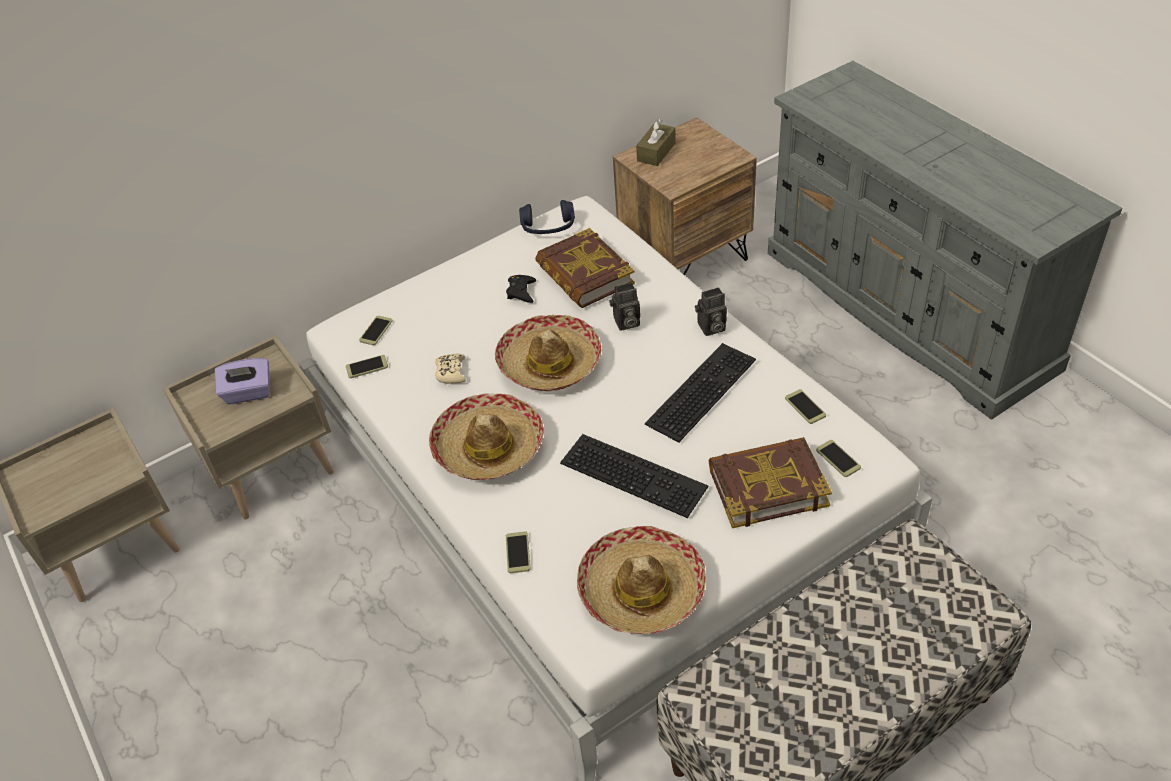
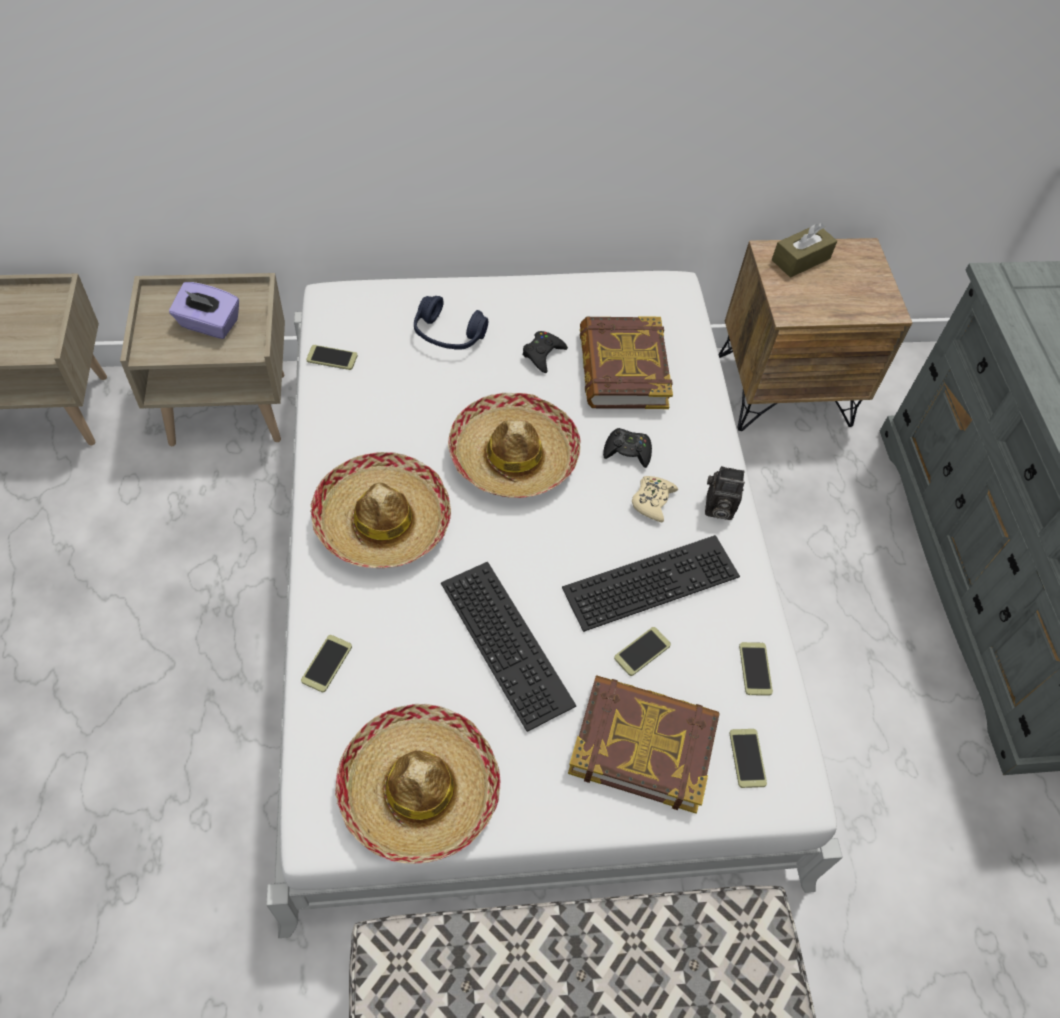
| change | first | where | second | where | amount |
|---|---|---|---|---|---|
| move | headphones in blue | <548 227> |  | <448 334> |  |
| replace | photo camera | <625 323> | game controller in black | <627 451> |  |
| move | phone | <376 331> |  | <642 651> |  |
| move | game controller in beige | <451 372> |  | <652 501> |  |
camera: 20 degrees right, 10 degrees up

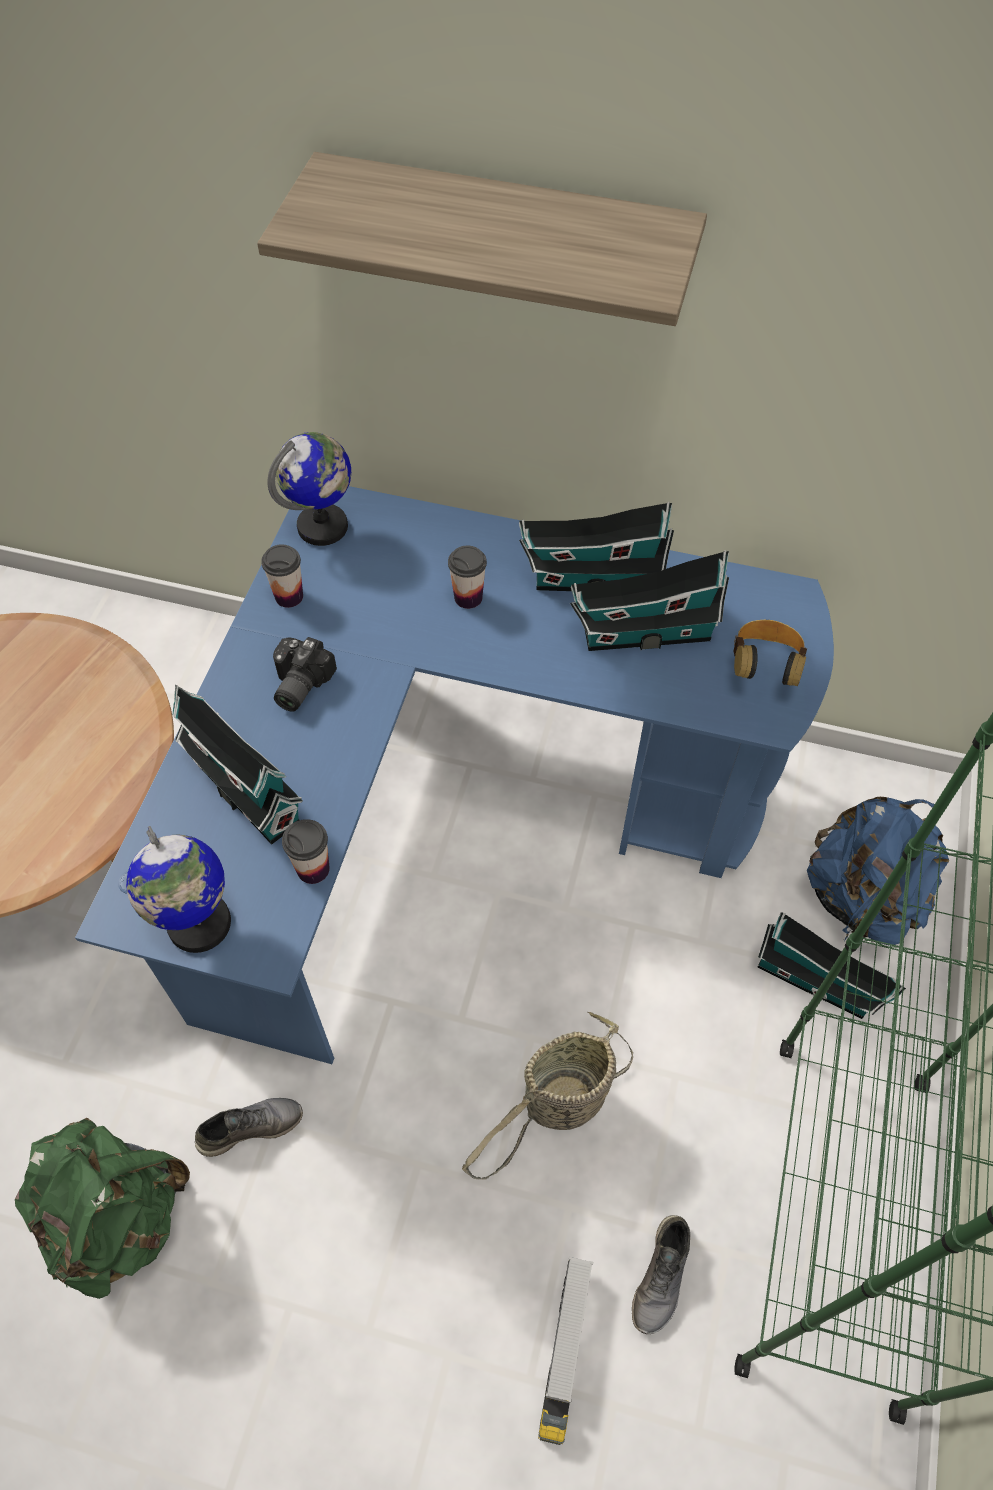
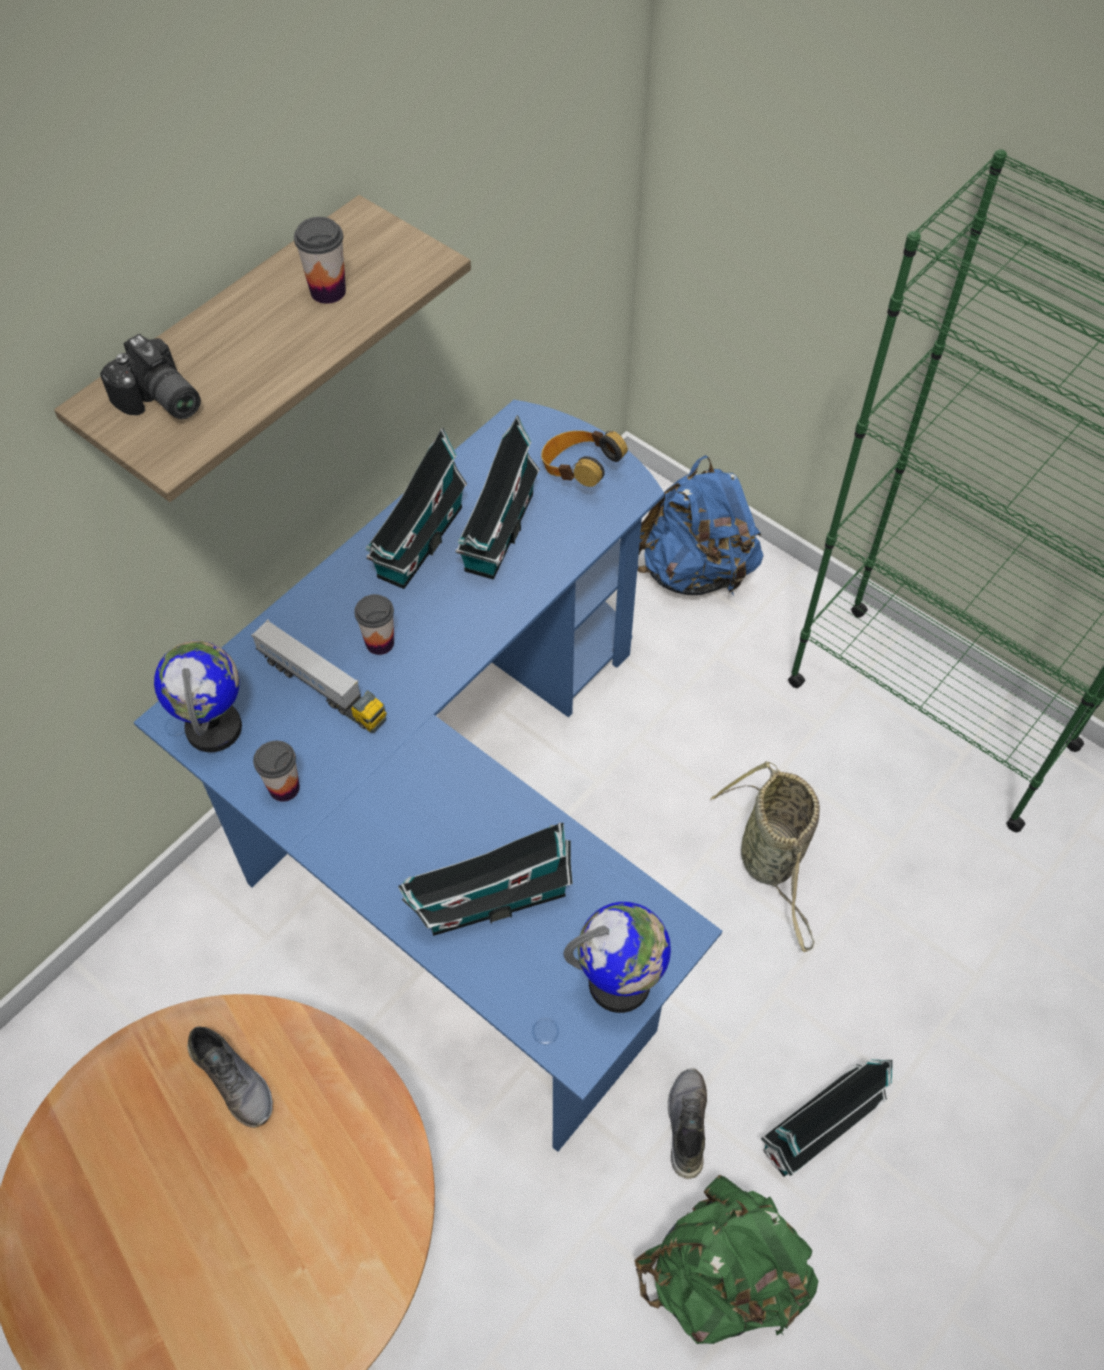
| change | first | where | second | where | amount |
|---|---|---|---|---|---|
| move | photo camera | <297 684> |  | <159 402> |  |
| move | shoe in grey | <662 1276> |  | <234 1079> |  |
| move | toy truck | <564 1351> |  | <322 687> |  |
| move | cup | <313 869> |  | <328 291> |  |
| move | toy house | <818 983> |  | <821 1125> |  |
camera: 65 degrees left, 0 degrees up

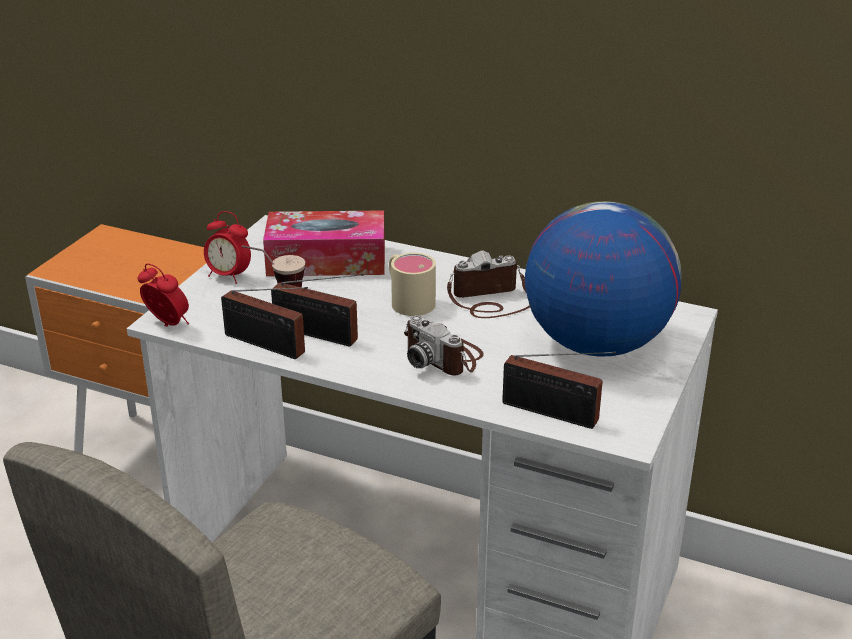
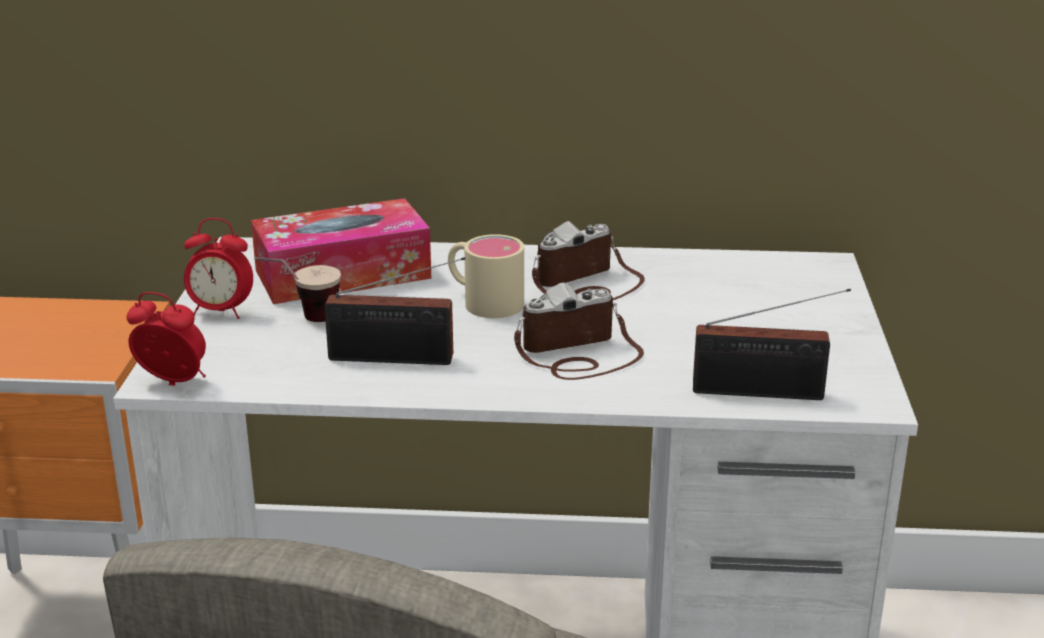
| change | first | where | second | where | amount |
|---|---|---|---|---|---|
| rotate | photo camera | <443 356> |  | <578 355> | 135 degrees clockwise |
| delete | radio | <268 346> |  |  |  |
| delete | globe | <595 343> |  |  |  |
camera: 20 degrees left, 5 degrees down

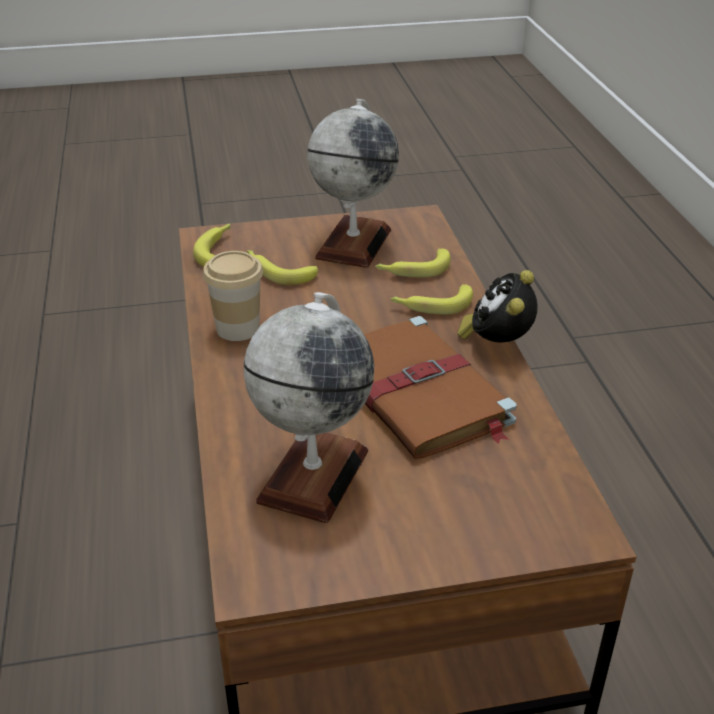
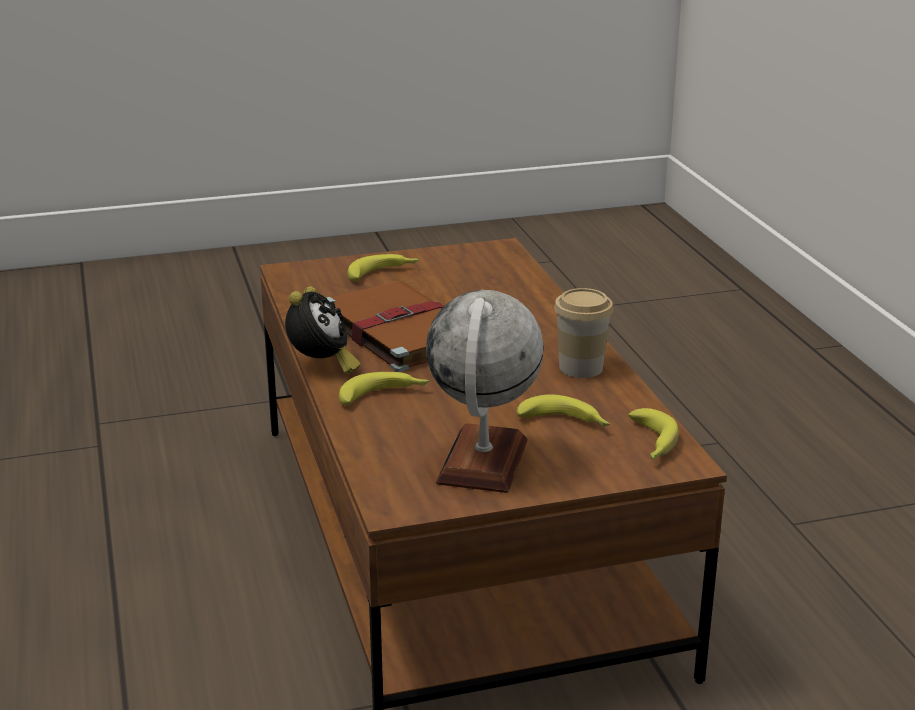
| change | first | where | second | where | amount |
|---|---|---|---|---|---|
| move | banana | <413 270> |  | <383 274> |  |
| delete | globe | <313 475> |  |  |  |
camera: 175 degrees right, 10 degrees down

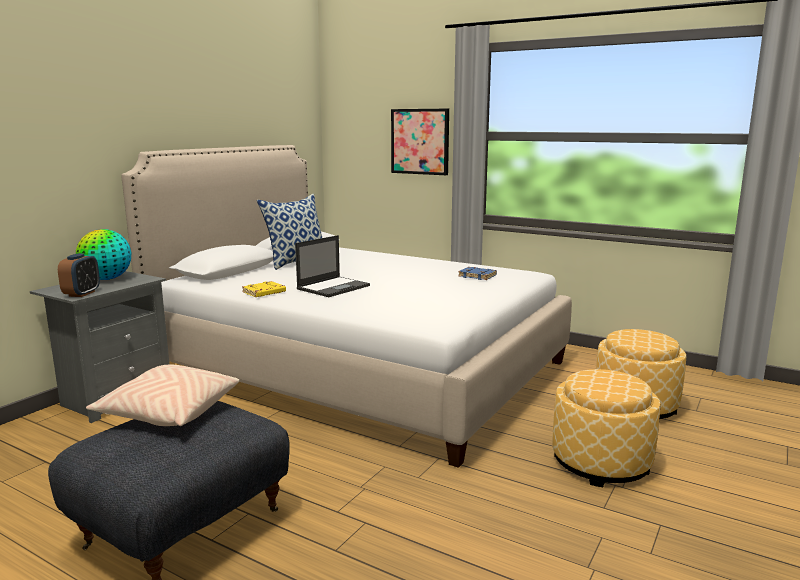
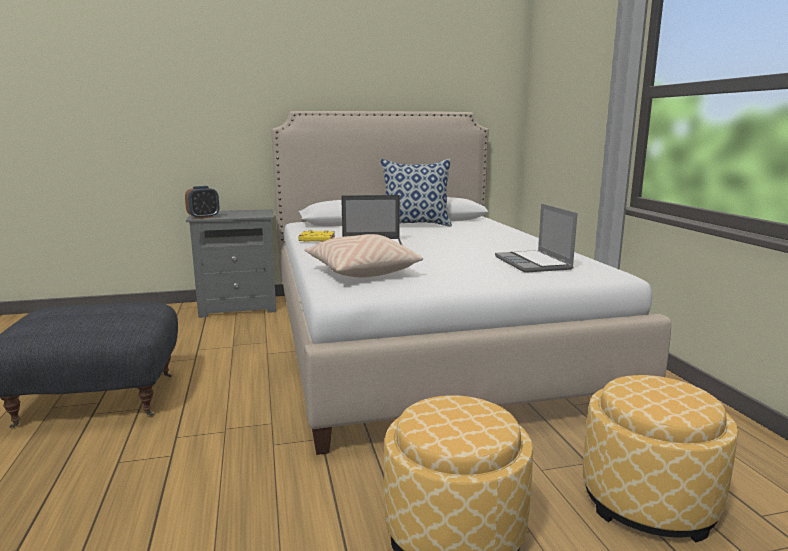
| change | first | where | second | where | amount |
|---|---|---|---|---|---|
| move | pillow in beige | <168 413> |  | <361 271> |  |
| replace | book in blue | <478 276> | laptop | <534 263> |  |
| delete | globe | <107 279> |  |  |  |
| delete | picture | <420 141> |  |  |  |
camera: 45 degrees right, 0 degrees up

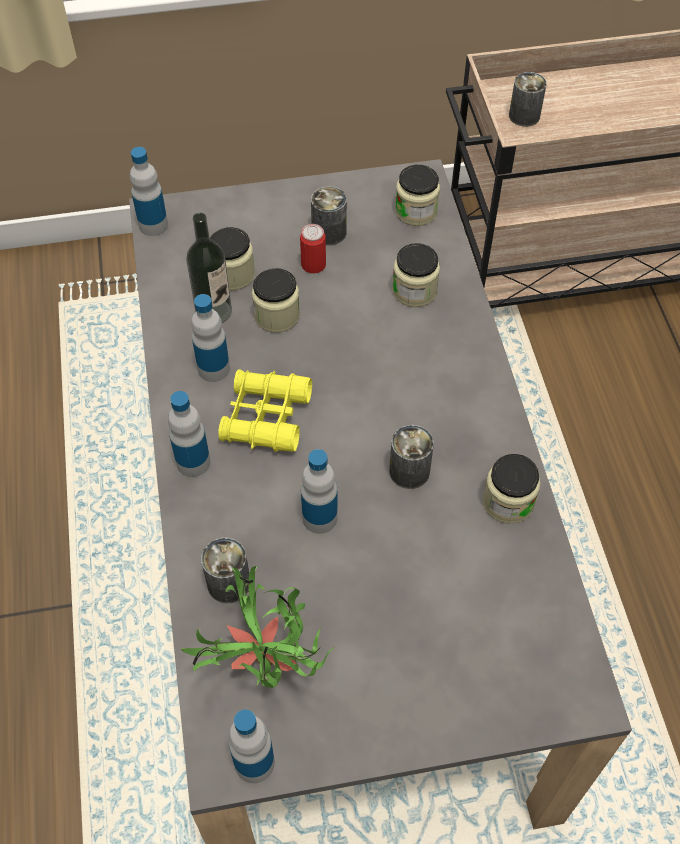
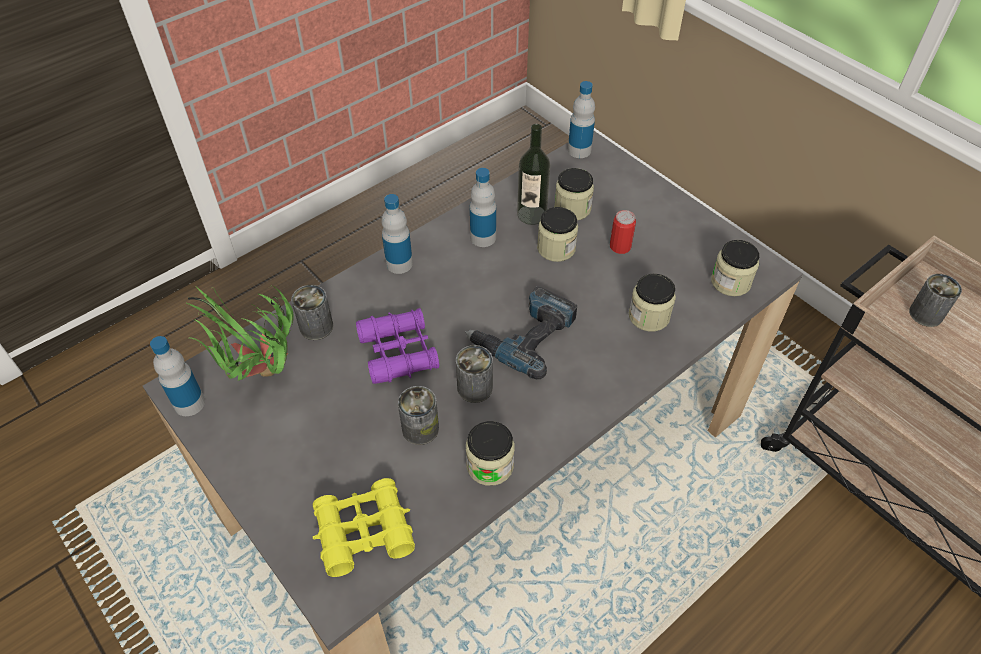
| change | first | where | second | where | amount |
|---|---|---|---|---|---|
| move | binoculars in yellow | <266 417> |  | <363 532> |  |
| replace | bottle | <319 518> | binoculars in purple | <398 352> |  |
| move | can | <329 232> |  | <420 428> |  |
| insert |  |  | power drill | <524 335> |  |
camera: 60 degrees right, 5 degrees down

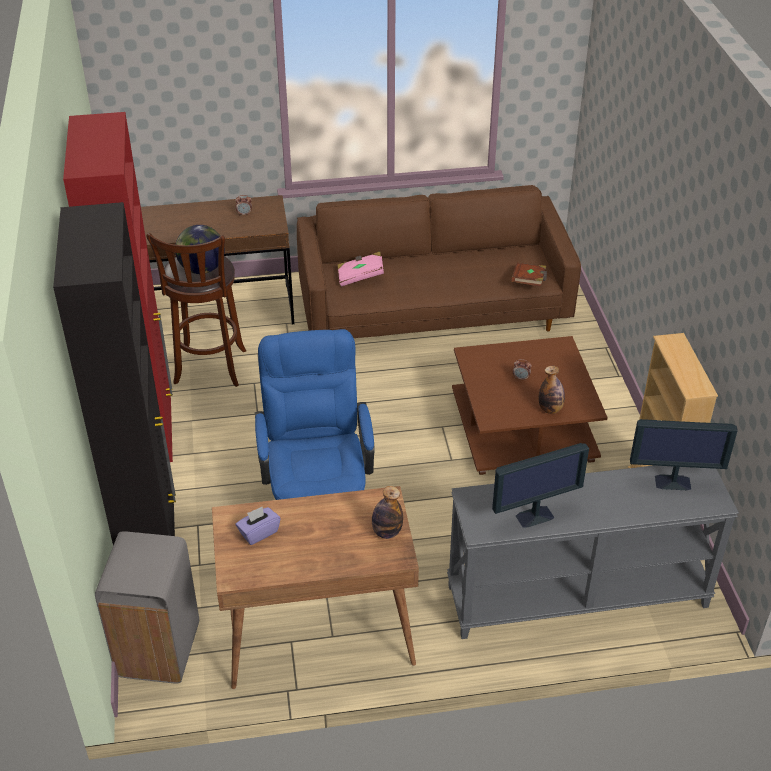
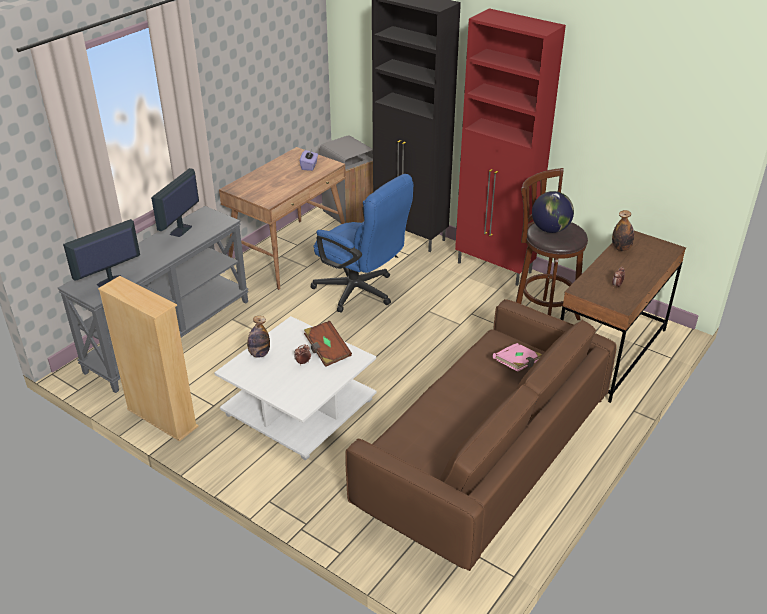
| change | first | where | second | where | amount |
|---|---|---|---|---|---|
| recolor | coffee table in brown | <524 427> | coffee table in white | <299 409> |  |
| move | book in brown | <529 282> |  | <327 351> |  |
| move | bottle | <387 532> |  | <621 248> |  |
camera: 135 degrees right, 5 degrees down

